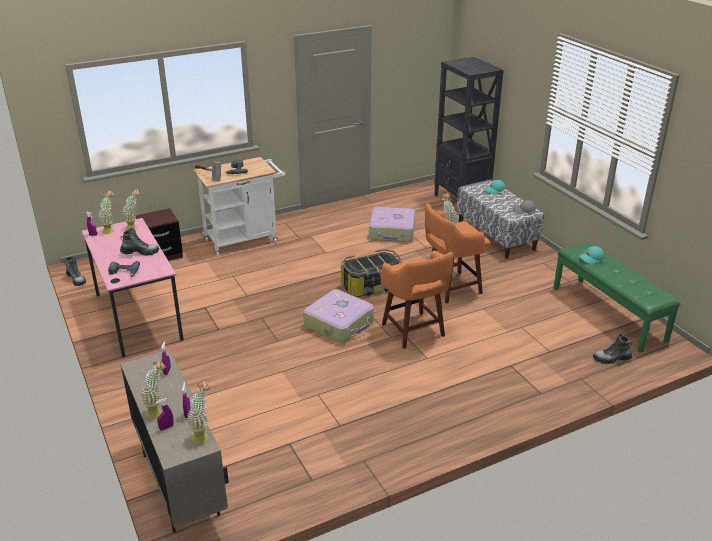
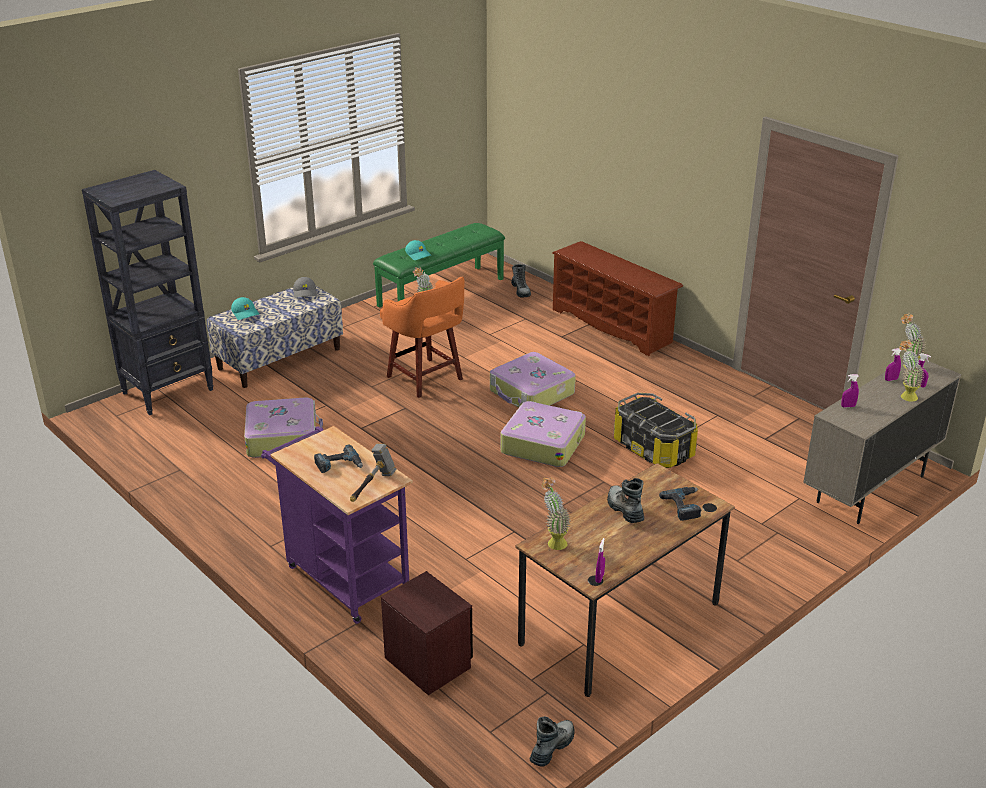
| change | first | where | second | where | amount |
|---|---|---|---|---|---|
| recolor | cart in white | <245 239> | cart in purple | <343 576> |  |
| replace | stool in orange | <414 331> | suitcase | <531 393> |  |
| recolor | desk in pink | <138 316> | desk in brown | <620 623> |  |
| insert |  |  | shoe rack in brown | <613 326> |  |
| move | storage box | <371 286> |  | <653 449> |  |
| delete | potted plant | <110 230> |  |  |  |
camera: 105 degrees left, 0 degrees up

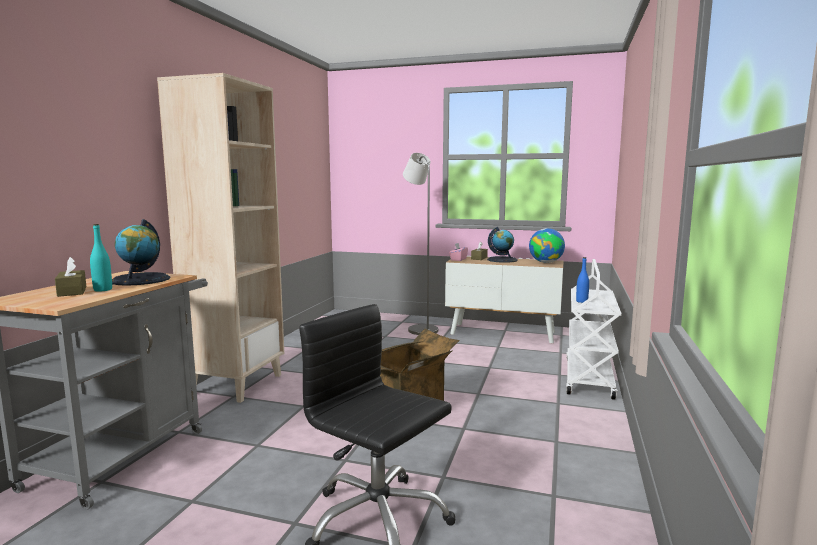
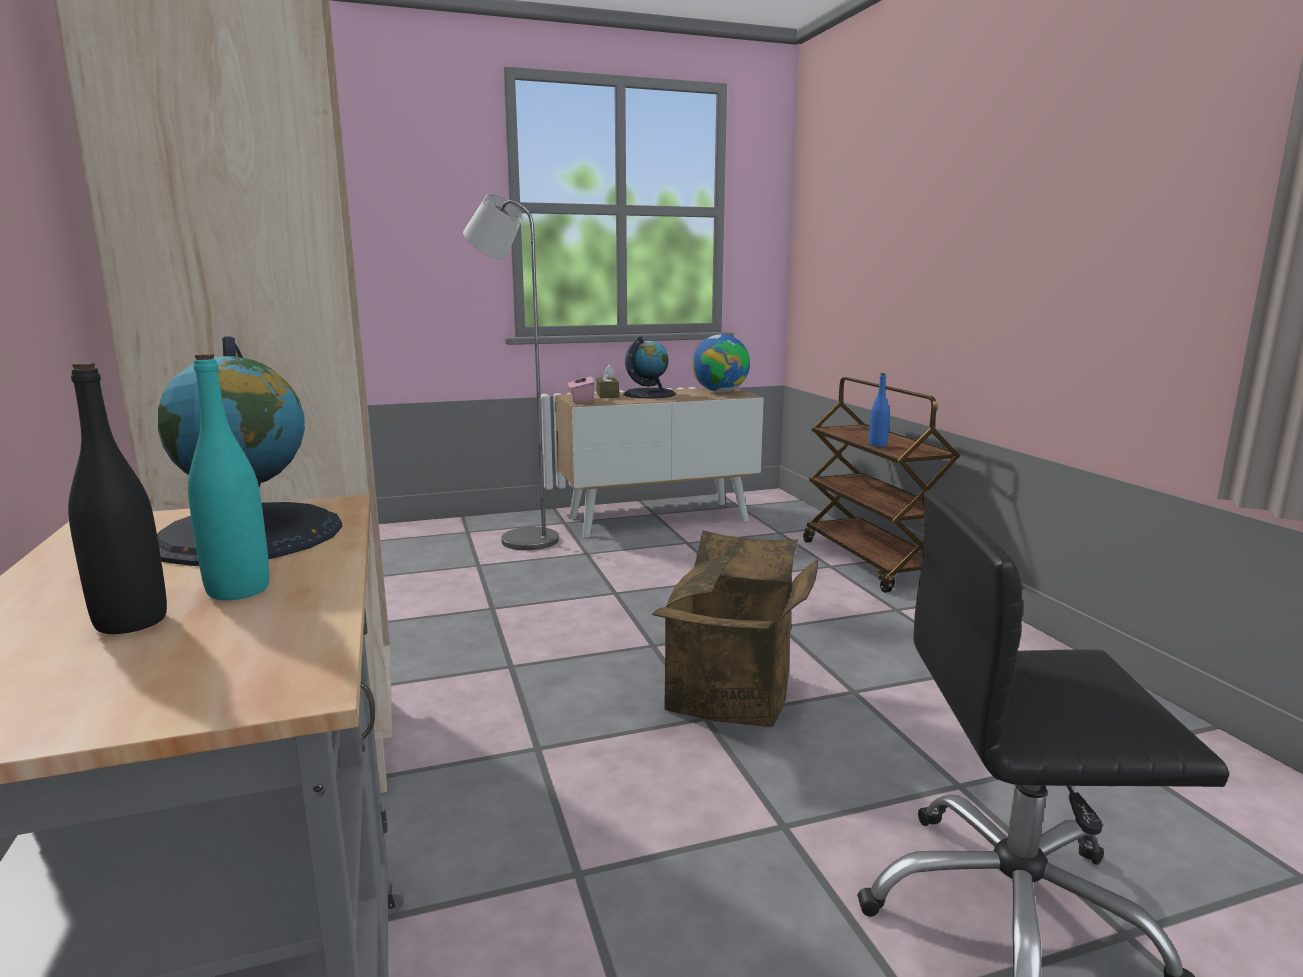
| change | first | where | second | where | amount |
|---|---|---|---|---|---|
| replace | tissue box in brown | <72 291> | bottle in black | <131 622> |  |
| recolor | cart in white | <589 378> | cart in brown | <871 562> |  |
camera: 35 degrees left, 5 degrees up

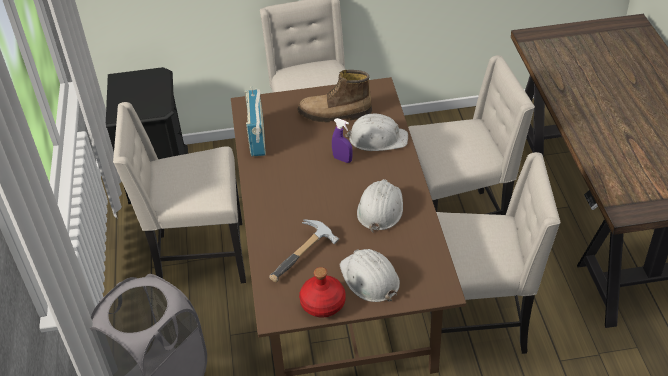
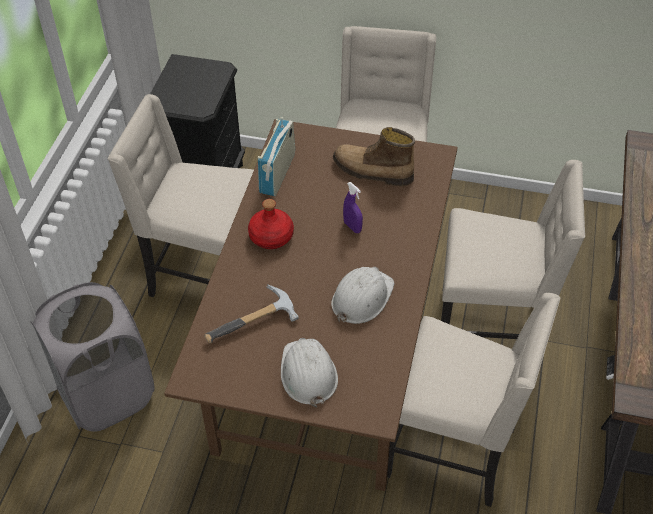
| change | first | where | second | where | amount |
|---|---|---|---|---|---|
| move | bottle in red | <323 303> |  | <271 236> |  |
| delete | hard hat in white | <377 138> |  |  |  |
camera: 20 degrees right, 5 degrees up

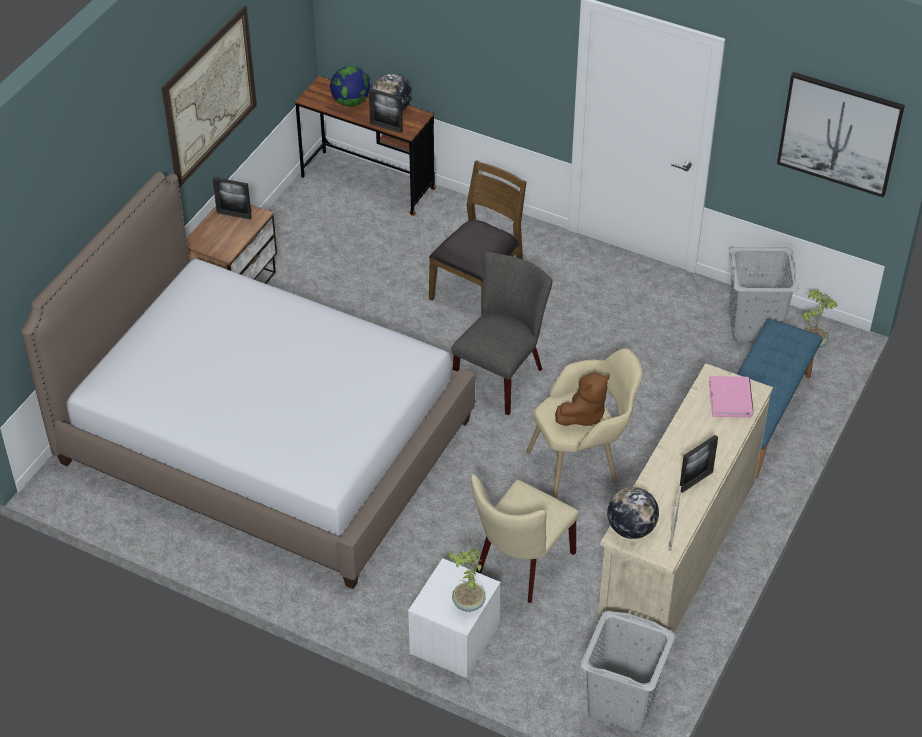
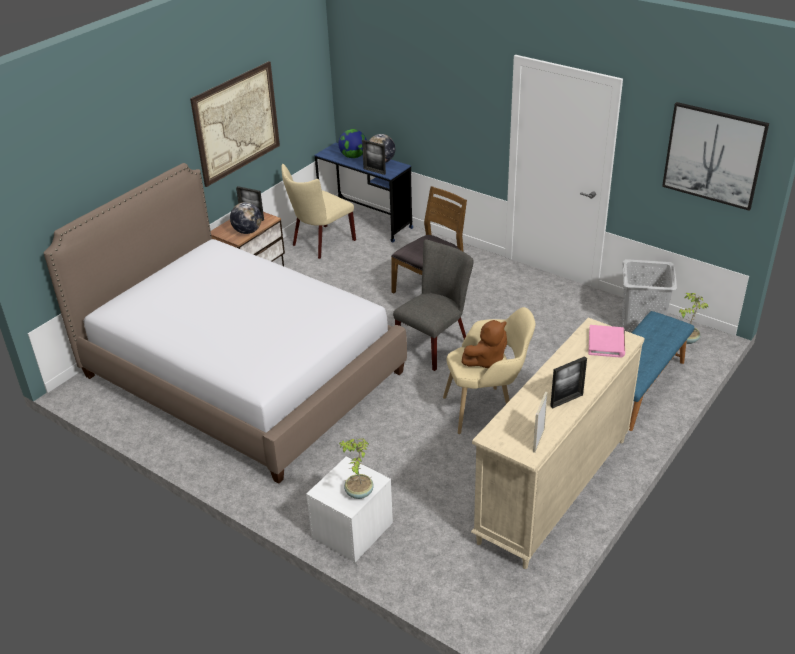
| change | first | where | second | where | amount |
|---|---|---|---|---|---|
| move | globe | <631 529> |  | <247 231> |  |
| move | chair in beige | <521 566> |  | <320 243> |  |
| recolor | desk in brown | <368 183> | desk in blue | <365 222> |  |
| delete | laundry basket in grey | <622 703> |  |  |  |
camera: 10 degrees right, 10 degrees down

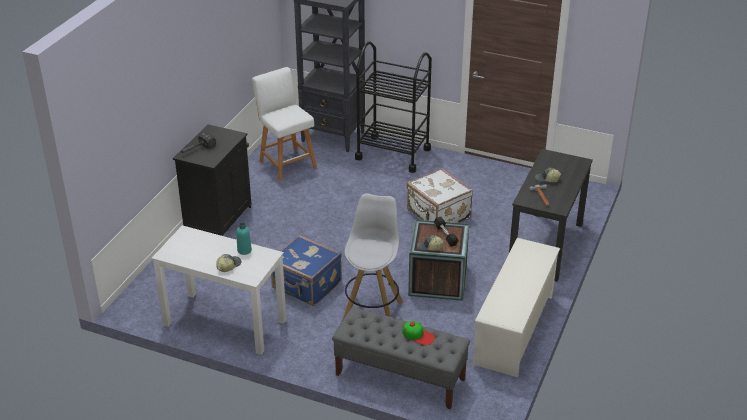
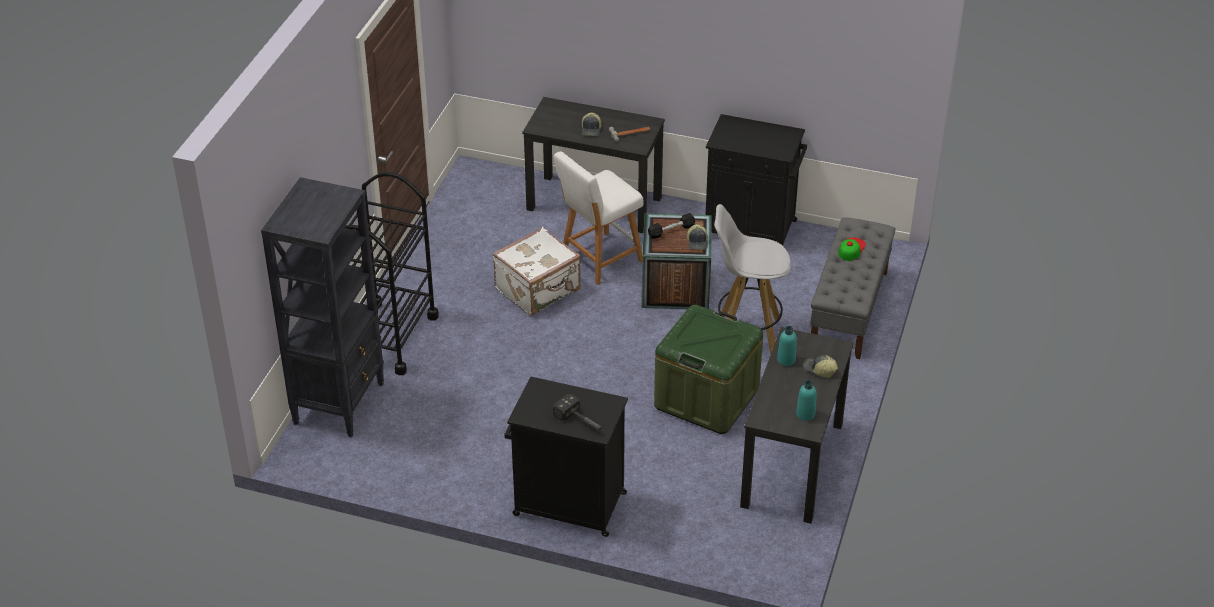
| change | first | where | second | where | amount |
|---|---|---|---|---|---|
| move | stool in white | <286 163> |  | <598 259> |  |
| replace | suitcase in blue | <306 286> | storage box in green | <706 398> |  |
| replace | shoe rack in white | <514 330> | cabinet in black | <751 229> |  |
| recolor | desk in white | <224 322> | desk in black | <792 465> |  |
| insert |  |  | bottle in turquoise | <805 414> |  |
camera: 95 degrees left, 5 degrees up

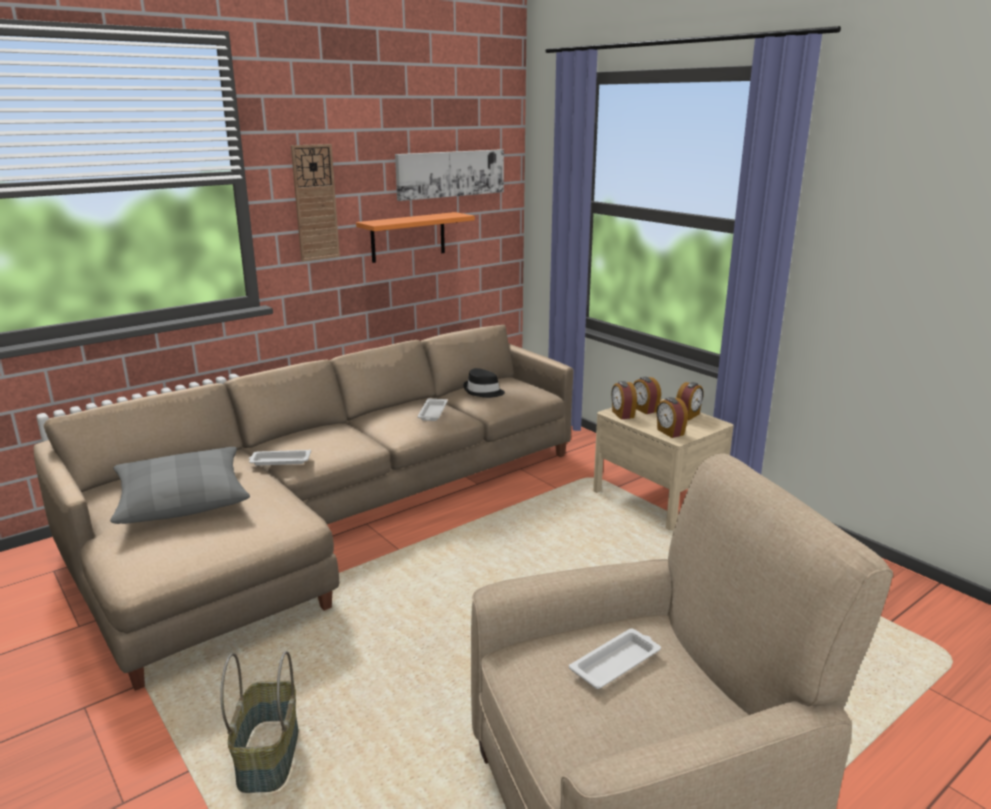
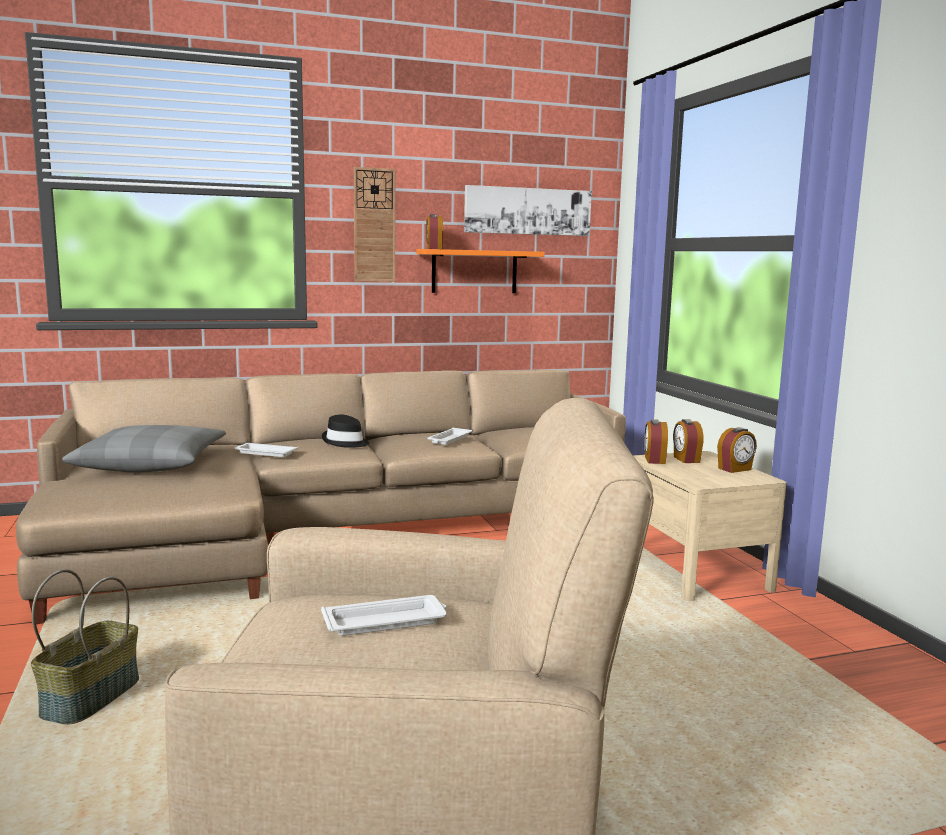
| change | first | where | second | where | amount |
|---|---|---|---|---|---|
| move | hat in black | <483 391> |  | <345 442> |  |
| move | alarm clock | <670 432> |  | <434 248> |  |
camera: 20 degrees right, 10 degrees down

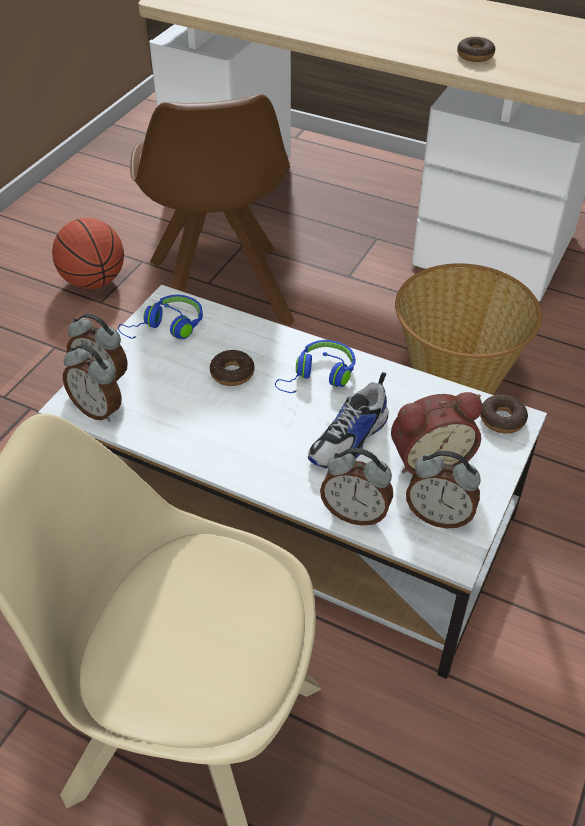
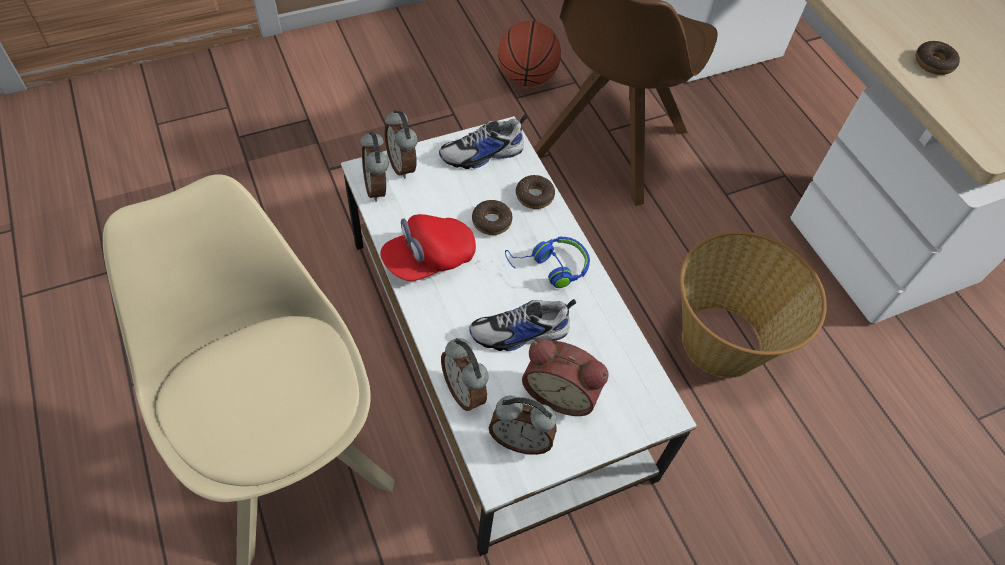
| change | first | where | second | where | amount |
|---|---|---|---|---|---|
| insert |  |  | cap in red | <429 259> |  |
| replace | headphones in blue | <166 328> | shoe | <482 154> |  |
| rotate | alarm clock | <439 516> |  | <520 440> | 45 degrees counterclockwise |
| move | donut | <502 419> |  | <534 196> |  |
camera: 35 degrees right, 10 degrees up

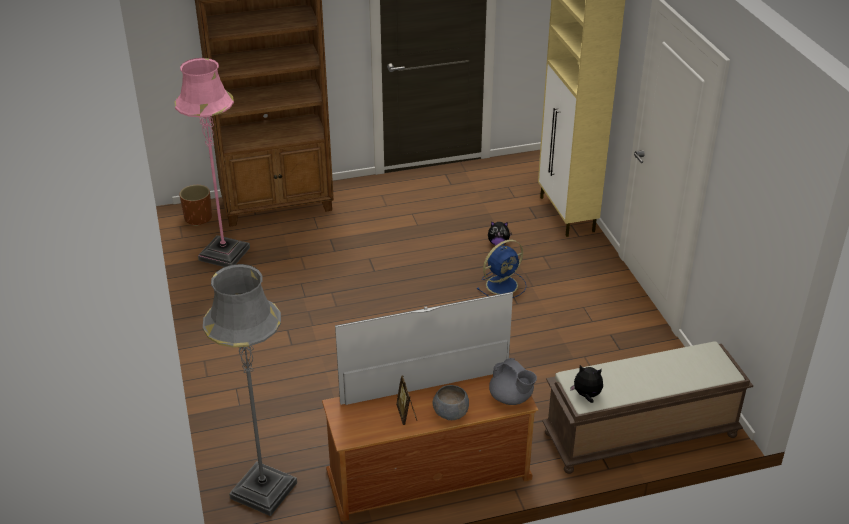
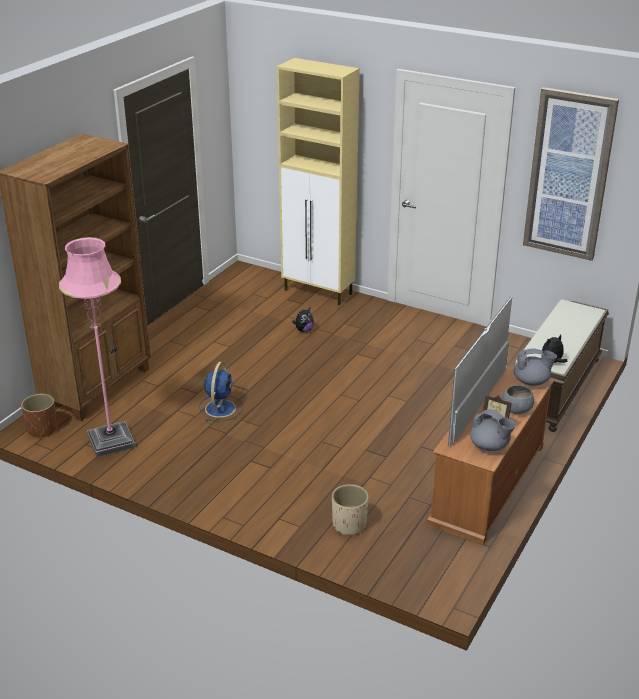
| change | first | where | second | where | amount |
|---|---|---|---|---|---|
| move | fan in blue | <503 284> |  | <220 407> |  |
| insert |  |  | planter in beige | <349 525> |  |
| insert |  |  | teapot in grey | <490 446> |  |
| insert |  |  | picture | <569 175> |  |
| delete | floor lamp in grey | <263 490> |  |  |  |
camera: 45 degrees left, 5 degrees down

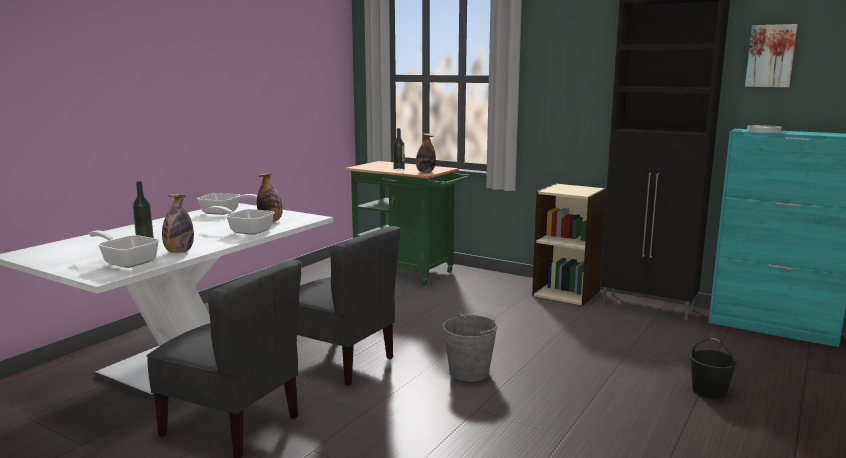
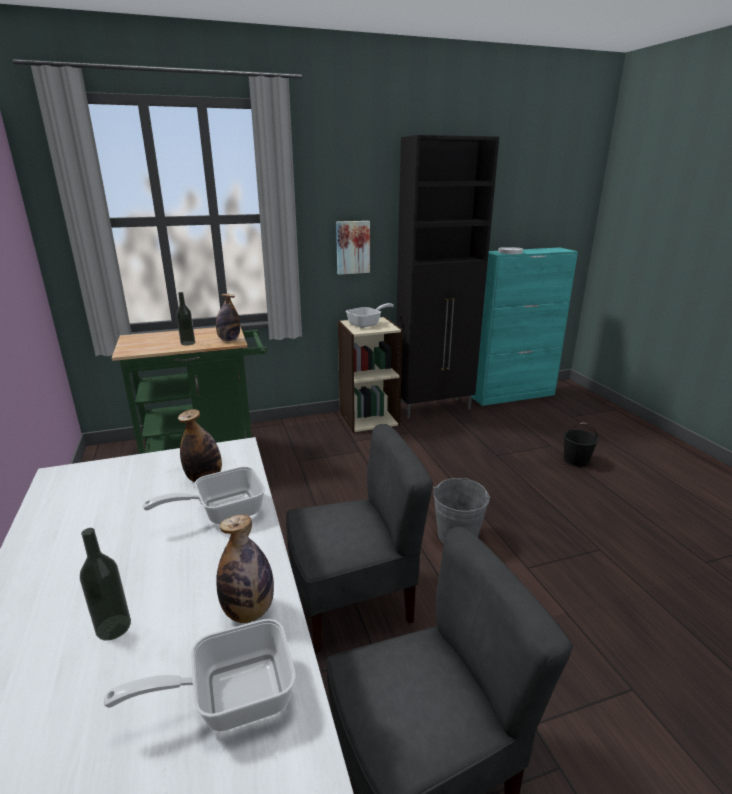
| change | first | where | second | where | amount |
|---|---|---|---|---|---|
| move | picture | <770 56> |  | <352 247> |  |
| move | frying pan | <225 212> |  | <367 324> |  |
camera: 50 degrees left, 10 degrees up

